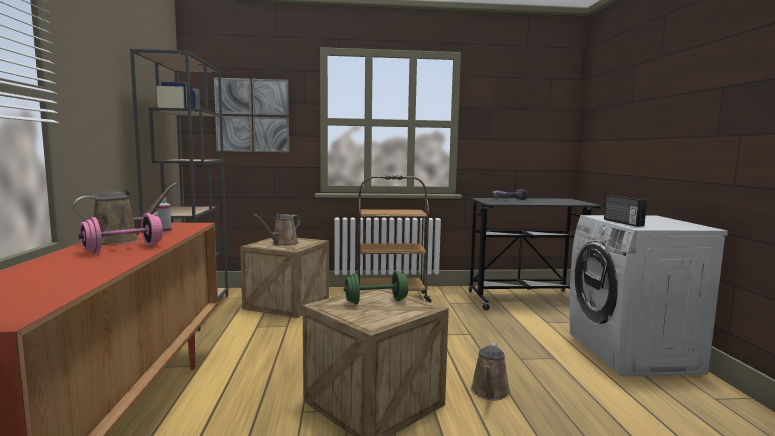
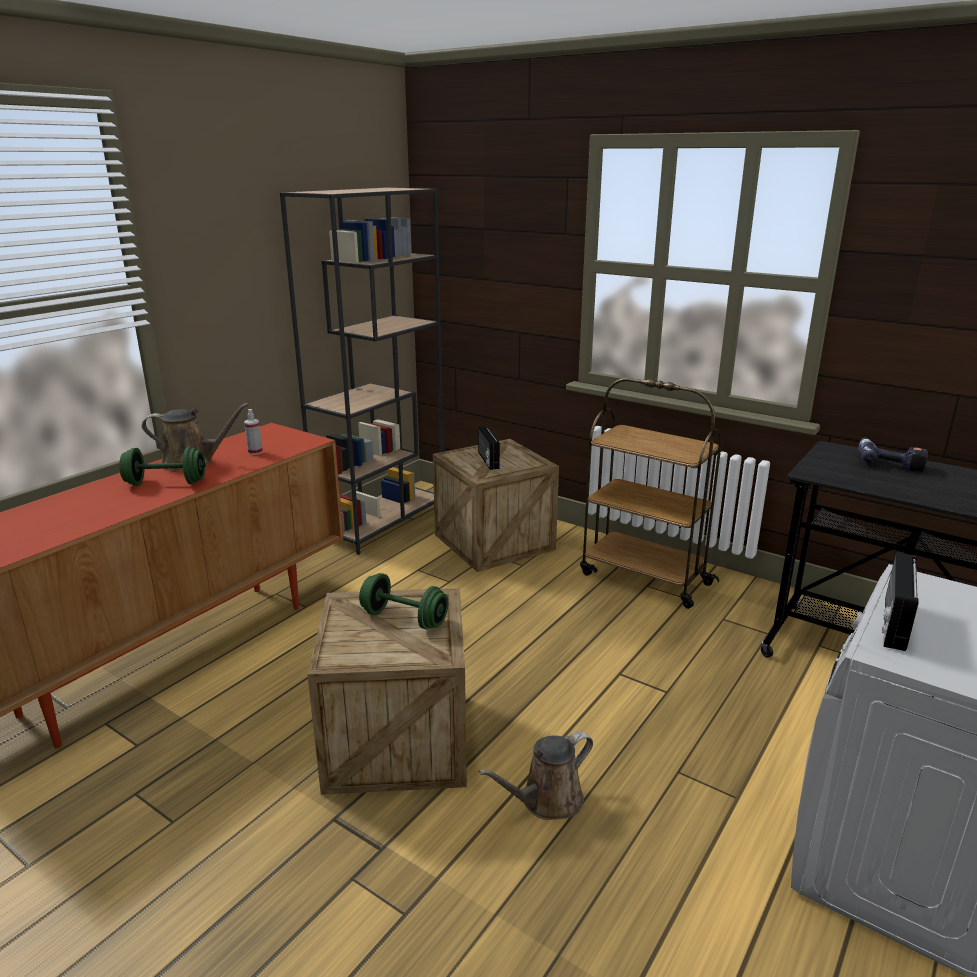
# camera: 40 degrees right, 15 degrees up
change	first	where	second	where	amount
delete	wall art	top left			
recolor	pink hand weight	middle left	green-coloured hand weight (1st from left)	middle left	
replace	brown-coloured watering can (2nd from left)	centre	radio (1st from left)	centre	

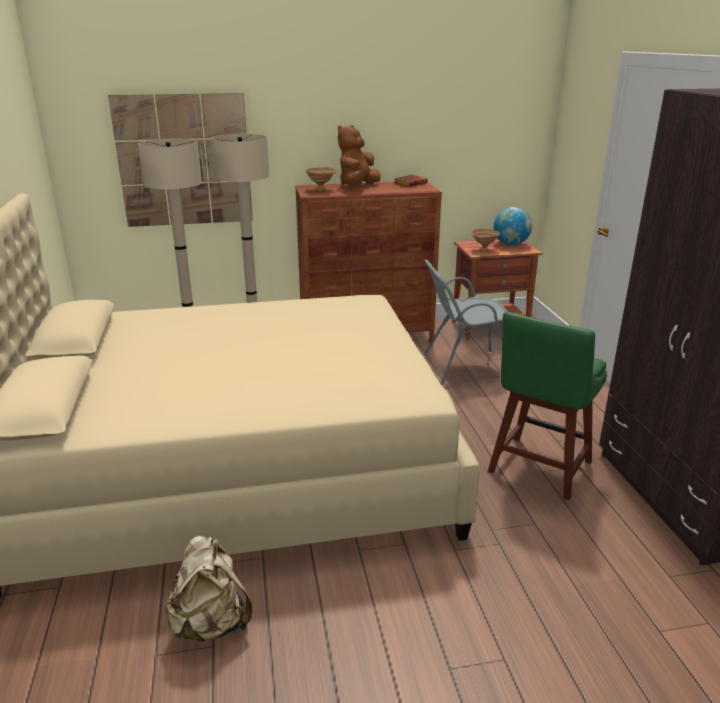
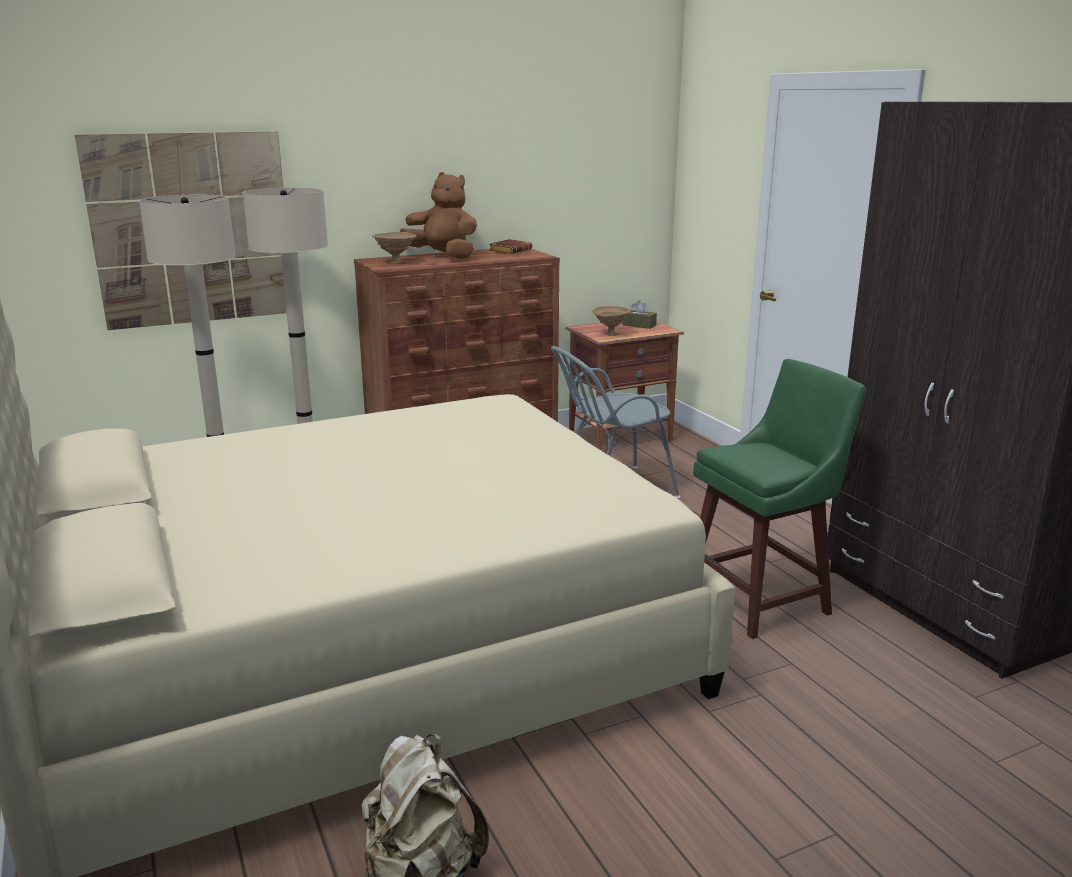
# camera: 15 degrees left, 5 degrees down
change	first	where	second	where	amount
rotate	brown-coloured cuddly toy	top centre		top centre	105 degrees clockwise
replace	world globe	top right	brown-coloured tissue holder	centre	
rotate	green-coloured chair	middle right		middle right	135 degrees counterclockwise

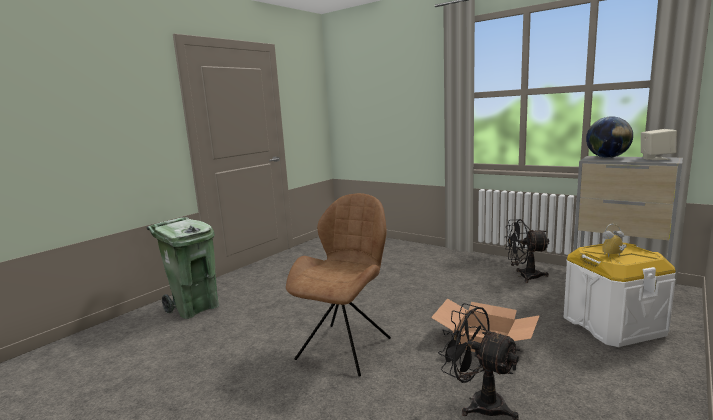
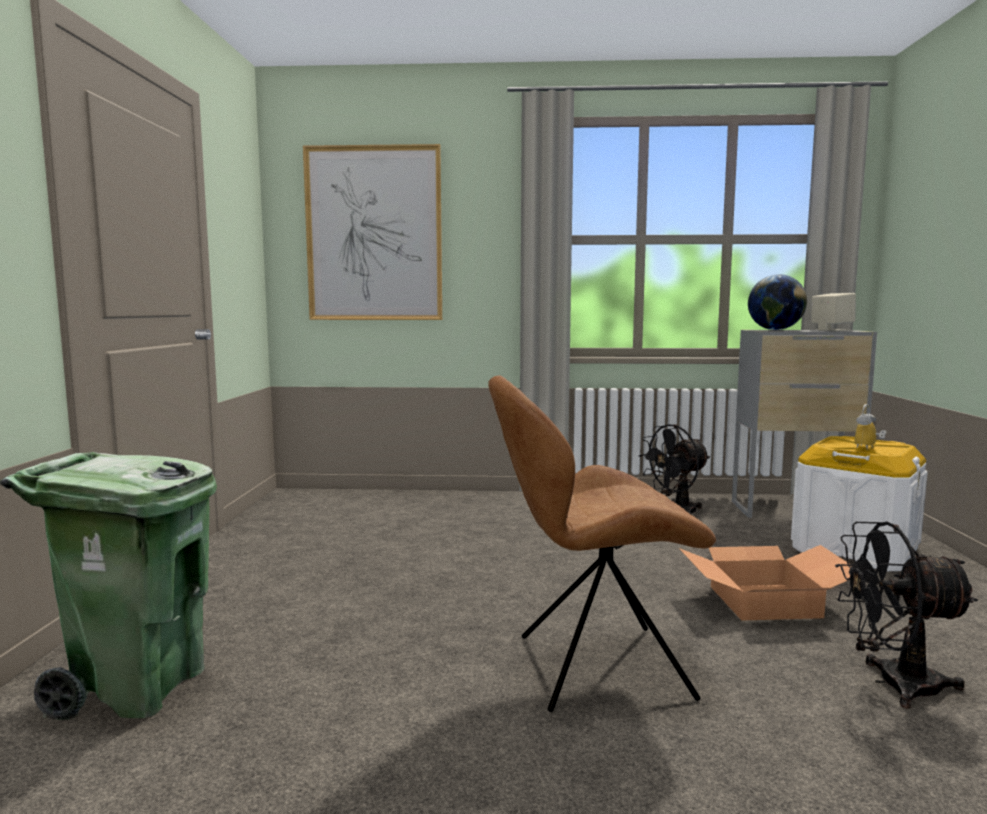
# camera: 35 degrees left, 5 degrees down
change	first	where	second	where	amount
rotate	brown-coloured chair	bottom centre		bottom centre	90 degrees counterclockwise
insert			wall art	top centre	

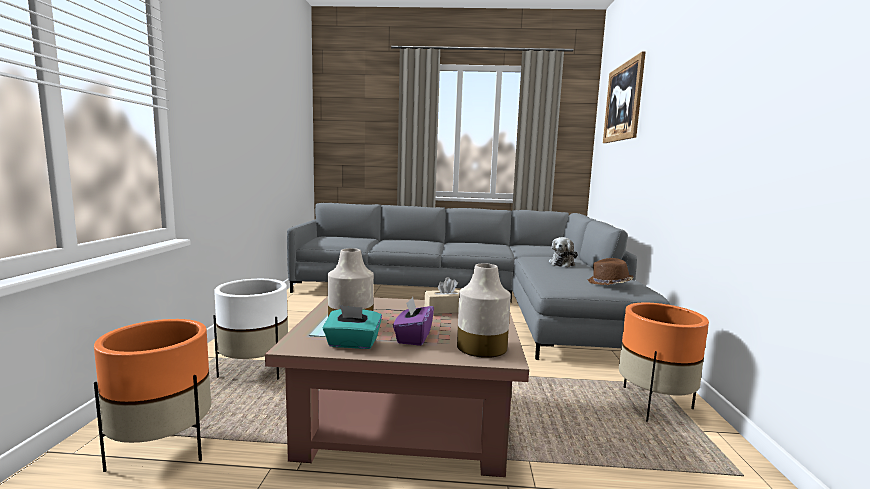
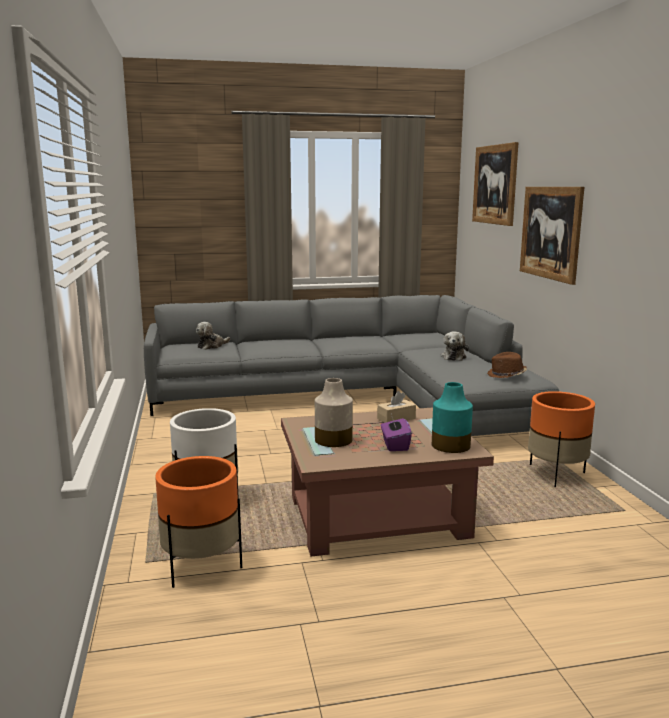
# camera: 15 degrees left, 5 degrees up
change	first	where	second	where	amount
recolor	beige vase (2nd from left)	centre	blue-green vase	middle right	
delete	blue-green tissue holder	bottom centre			
insert			wall art (2nd from left)	top right	
insert			cuddly toy (1st from left)	middle left	

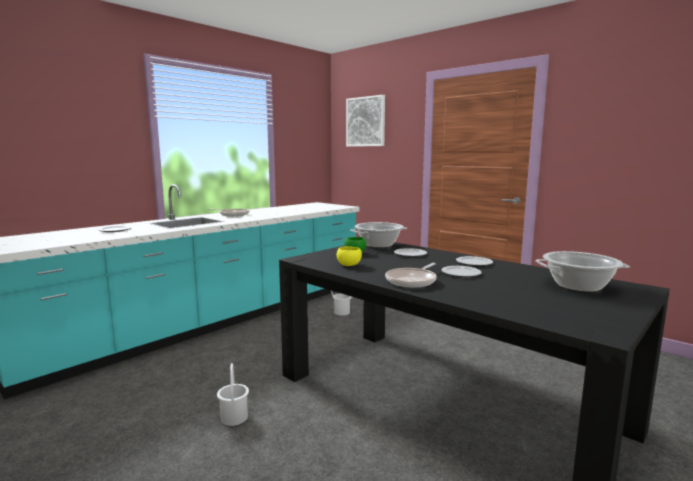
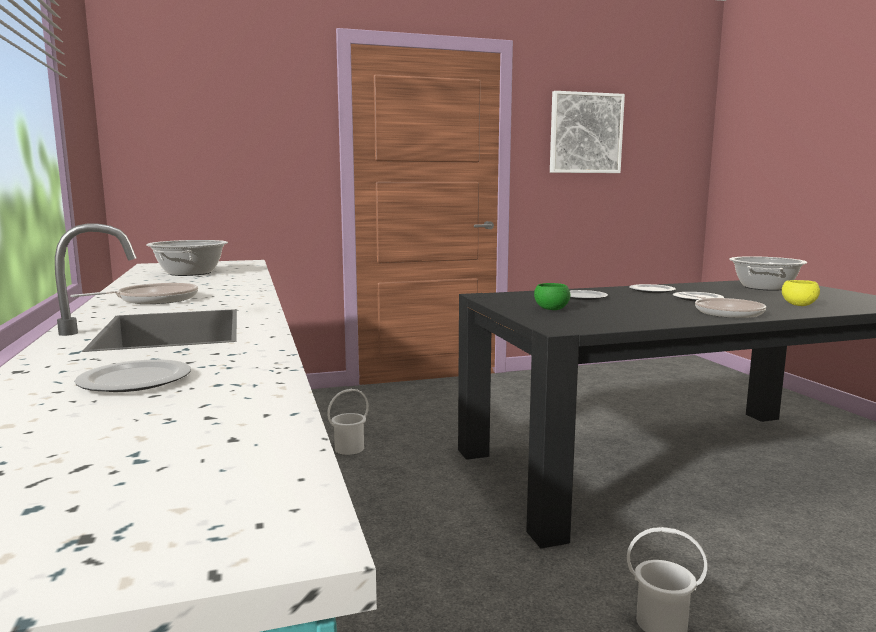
# camera: 60 degrees left, 0 degrees up
change	first	where	second	where	amount
move	wall art	top centre		top right	
move	stockpot (1st from left)	centre		middle left	
move	yellow-coloured serving bowl	centre		middle right	

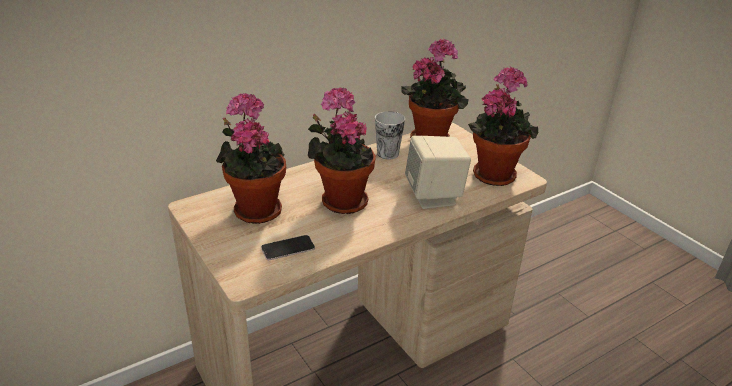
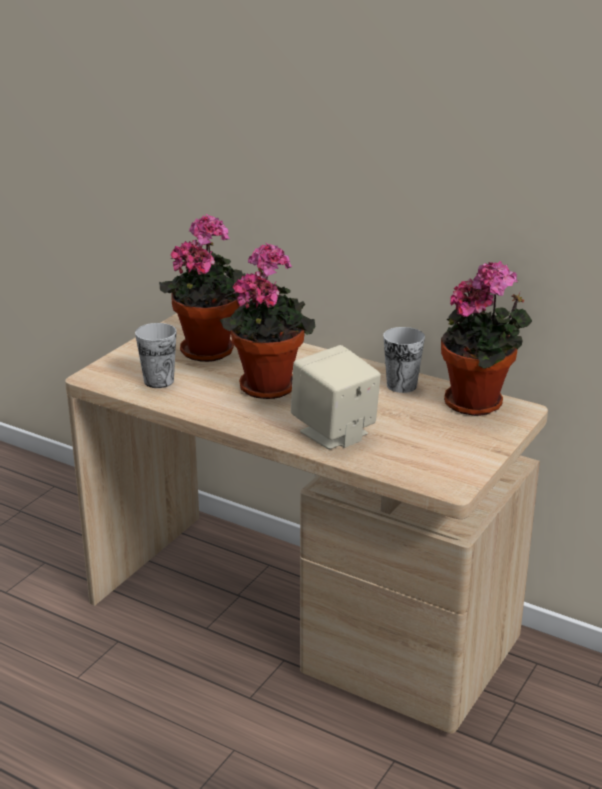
# camera: 65 degrees right, 5 degrees down
change	first	where	second	where	amount
delete	plant in a pot (4th from left)	top right			
replace	telephone	centre	drinking cup (1st from left)	middle left	

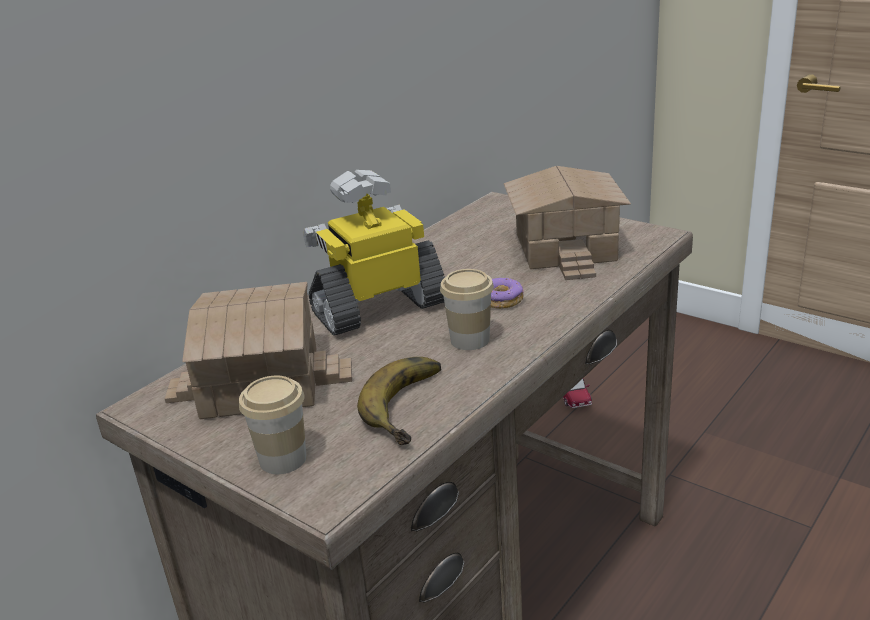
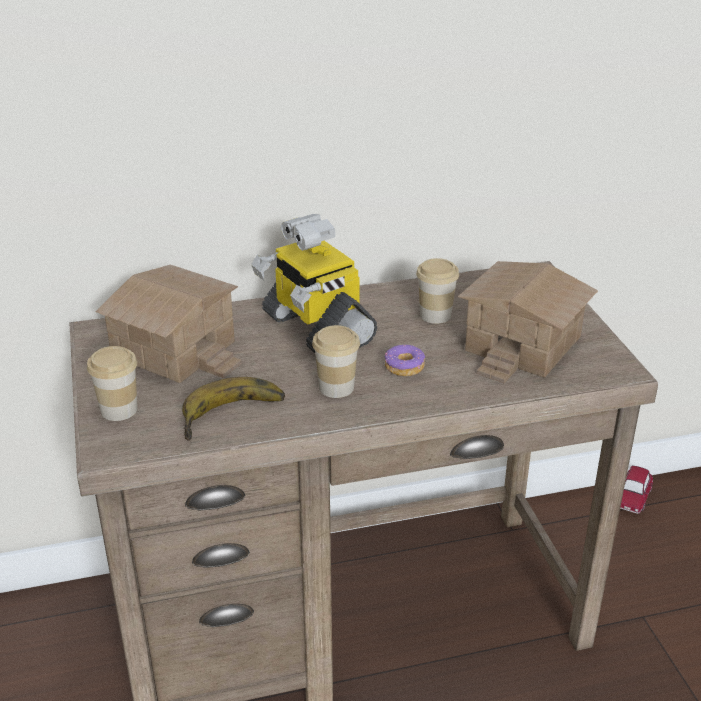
# camera: 35 degrees right, 5 degrees up
change	first	where	second	where	amount
rotate	toy robot	centre		centre	135 degrees counterclockwise
insert			drinking cup (3rd from left)	centre	

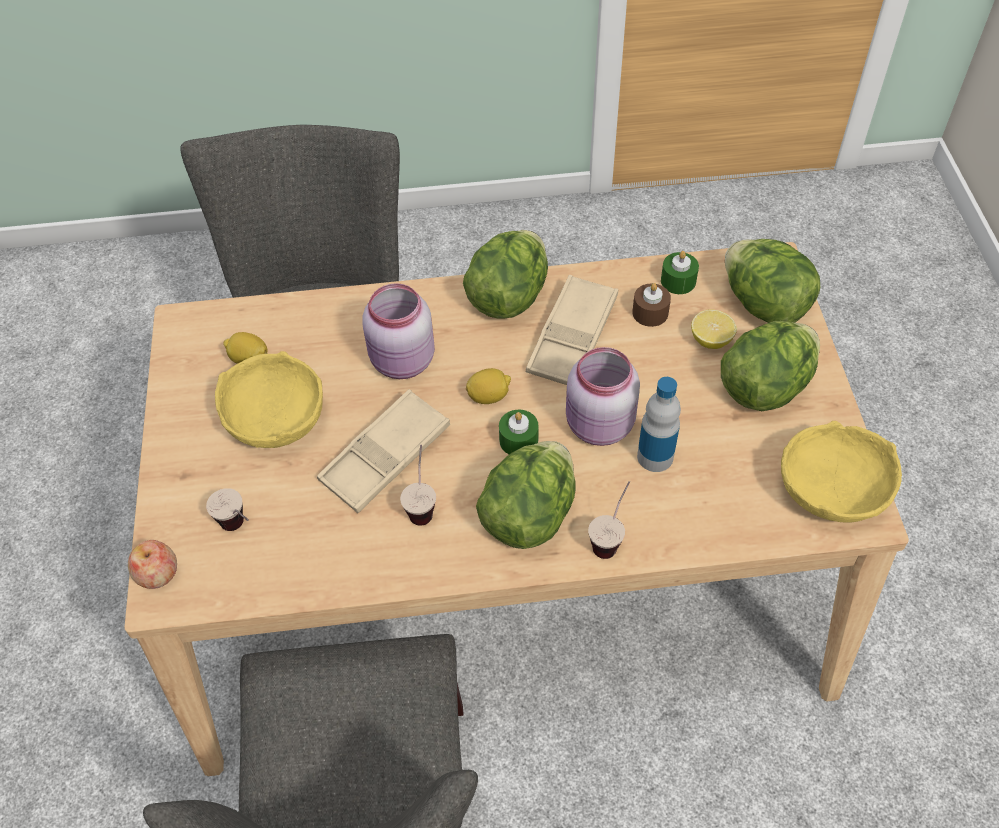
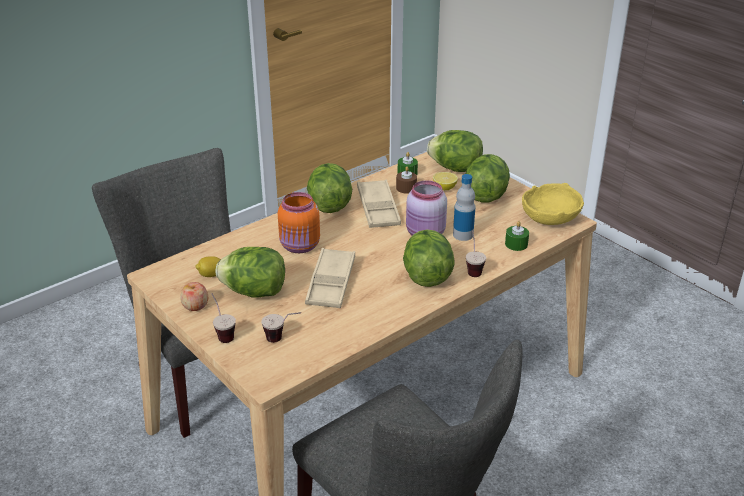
# camera: 35 degrees left, 20 degrees down
change	first	where	second	where	amount
recolor	pink preserve jar (1st from left)	centre	orangey preserve jar	centre	
replace	yellow-coloured serving bowl (1st from left)	middle left	lettuce (1st from left)	centre	
delete	whole lemon (2nd from left)	centre			
move	green-coloured wax light (1st from left in the first image)	centre	green-coloured wax light (2nd from left)	middle right	
move	drinking cup (2nd from left in the first image)	centre	drinking cup (1st from left)	middle left	
move	apple	bottom left		middle left	

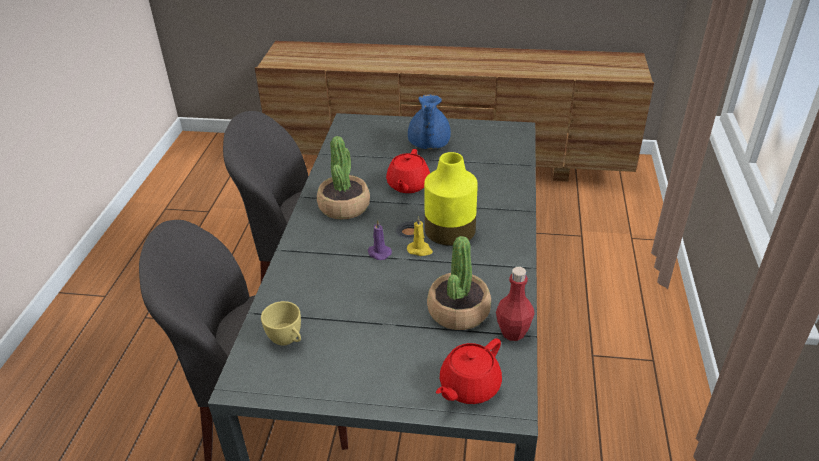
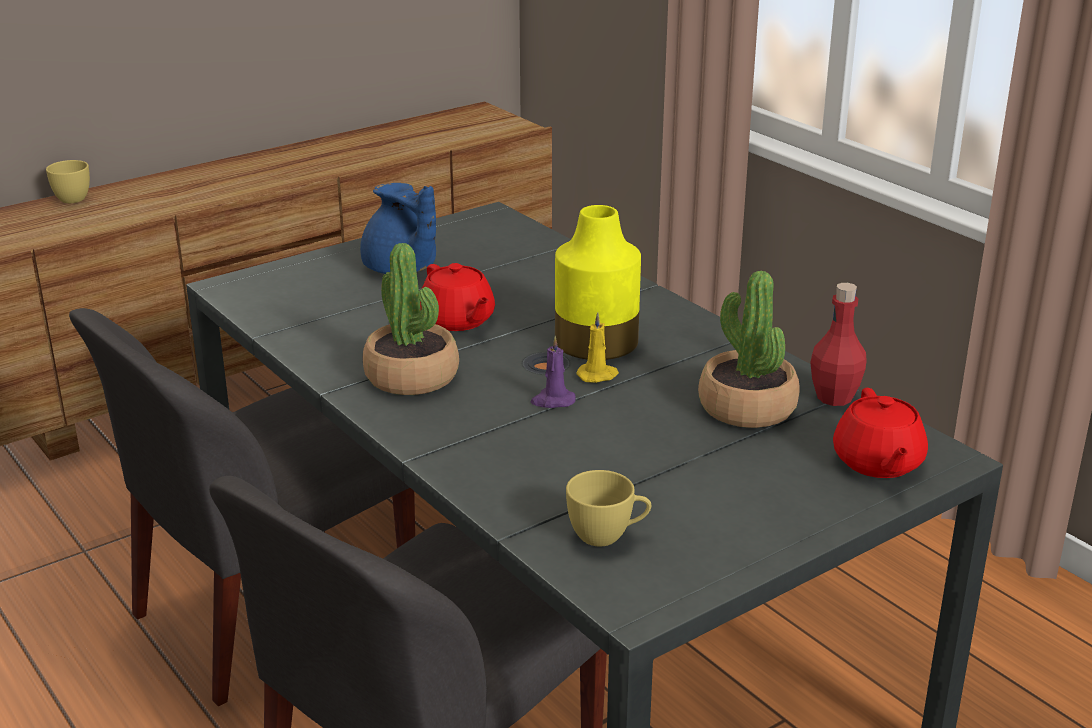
# camera: 45 degrees left, 10 degrees down
change	first	where	second	where	amount
insert			yellow-coloured drinking cup (1st from left)	top left	

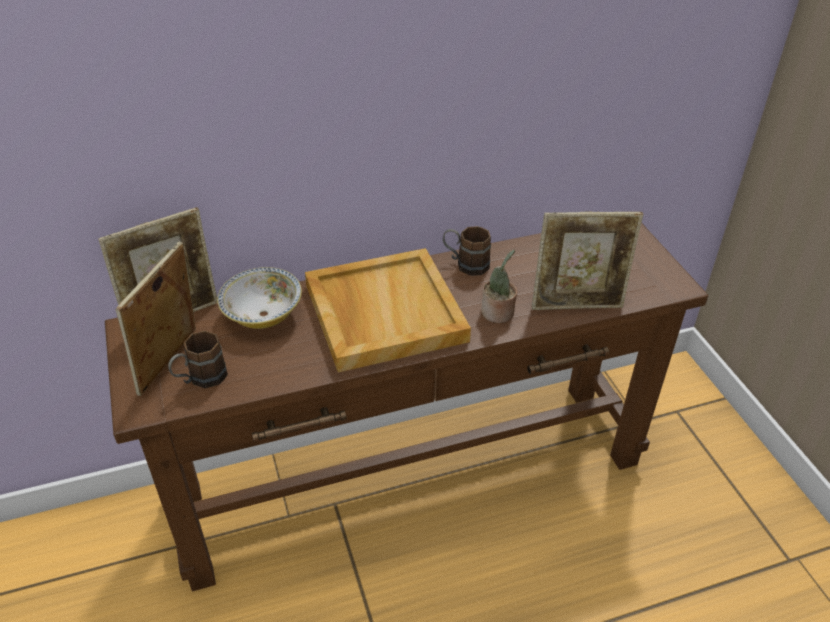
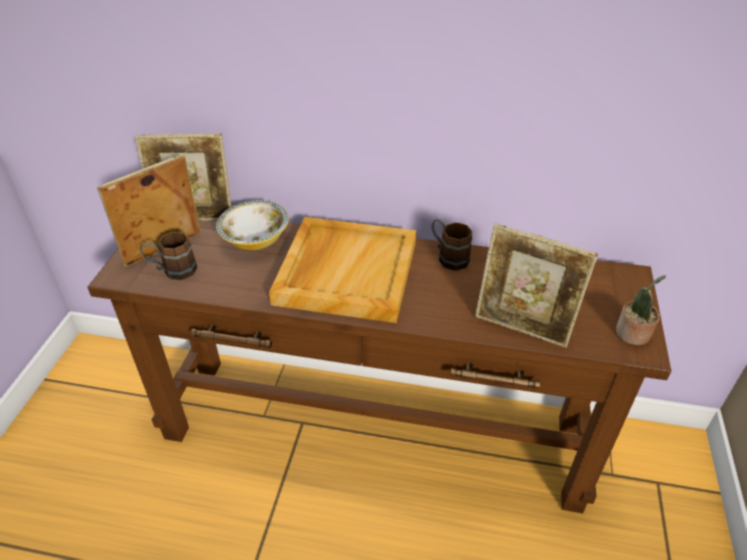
# camera: 30 degrees right, 0 degrees up
change	first	where	second	where	amount
move	plant in a pot	centre		middle right	

